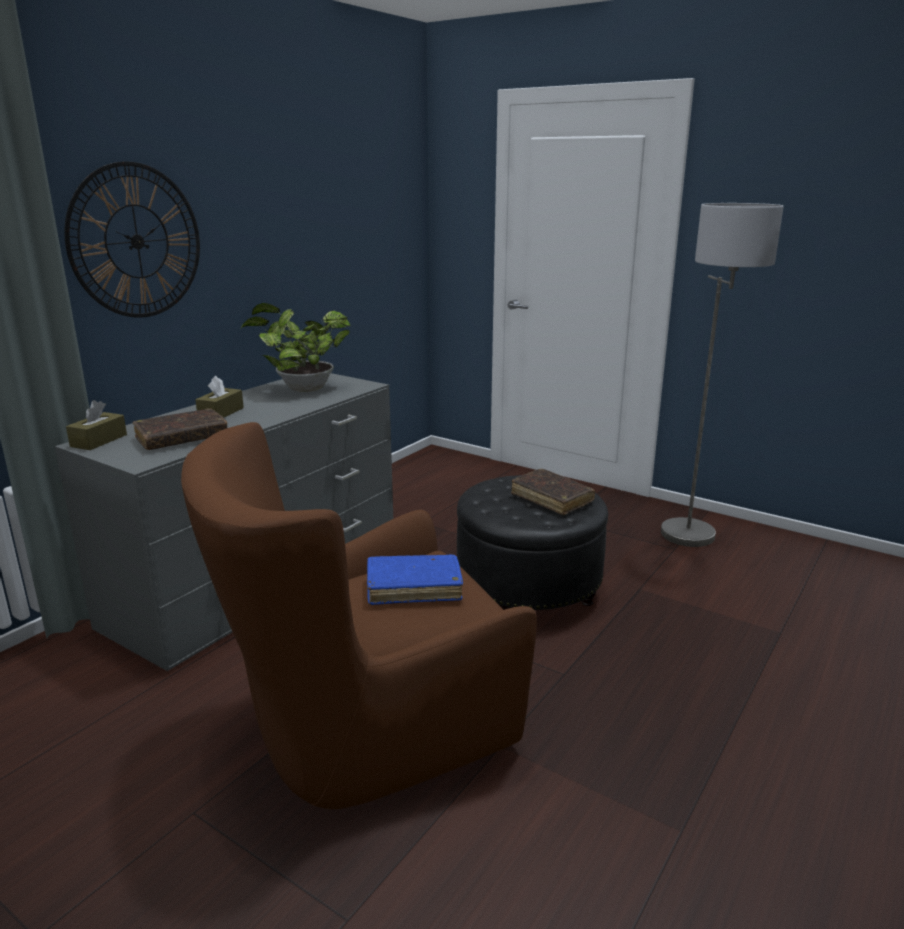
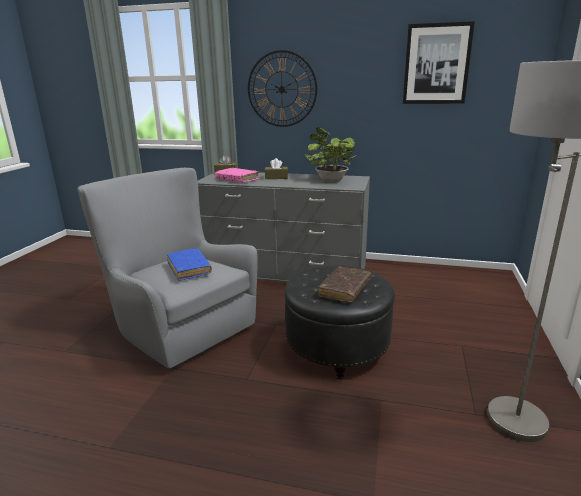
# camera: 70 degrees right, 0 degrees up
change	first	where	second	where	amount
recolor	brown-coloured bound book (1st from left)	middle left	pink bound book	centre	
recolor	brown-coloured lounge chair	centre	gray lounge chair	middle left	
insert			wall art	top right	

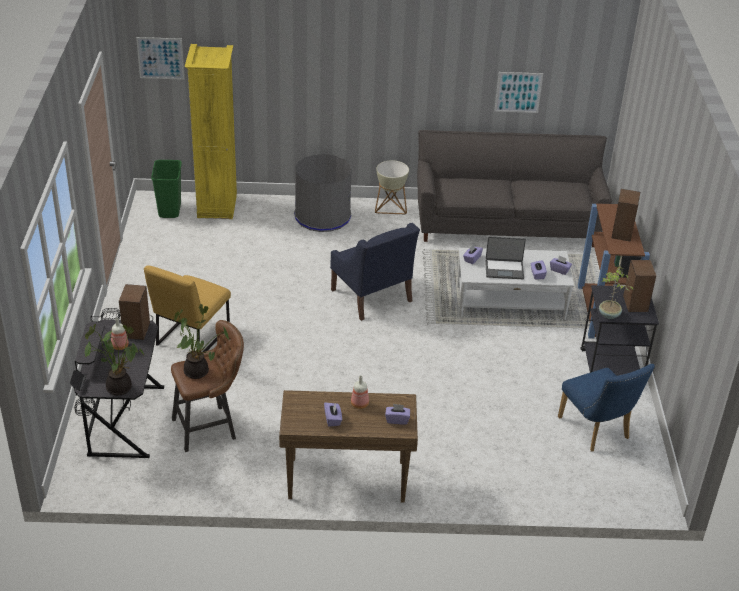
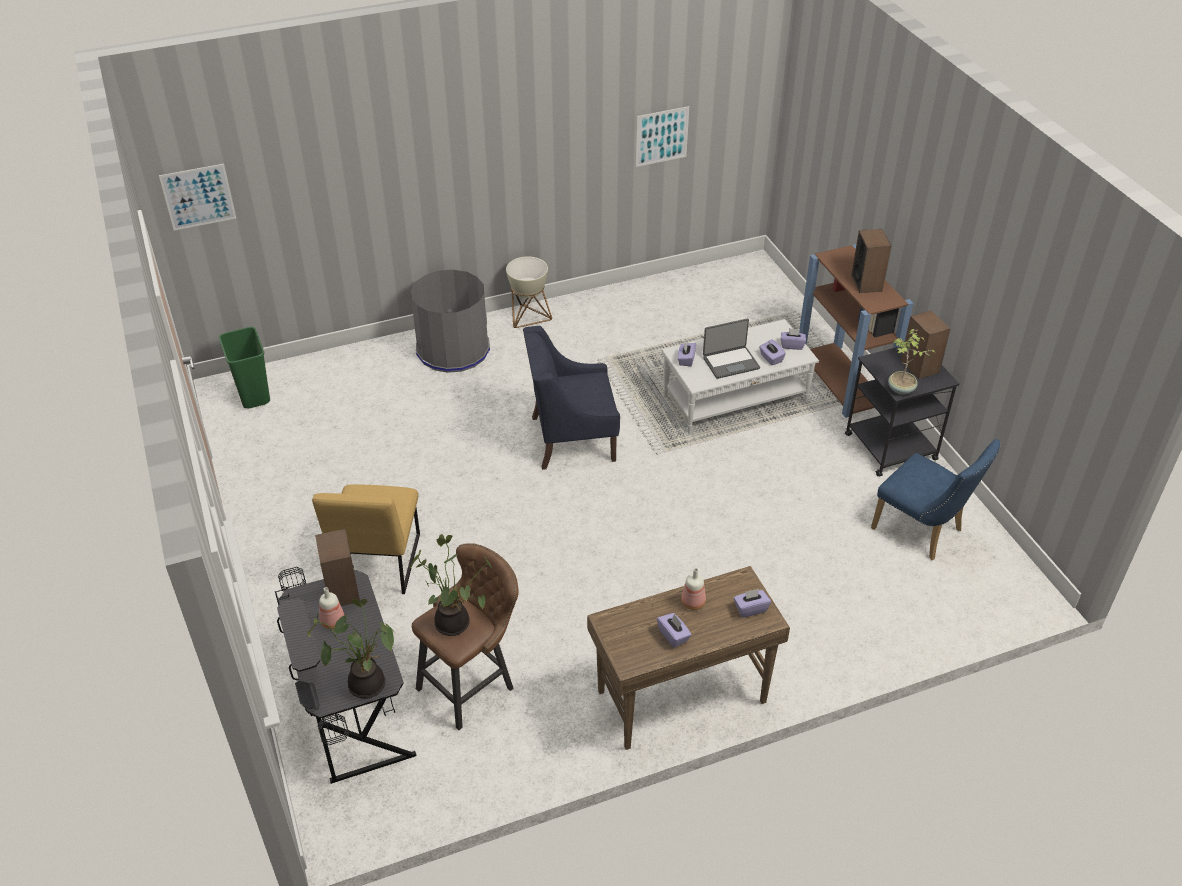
# camera: 20 degrees left, 5 degrees up
change	first	where	second	where	amount
delete	yellow-coloured storage cabinet	top left			
delete	gray settee	top right			
rotate	blue lounge chair	centre		centre	135 degrees clockwise

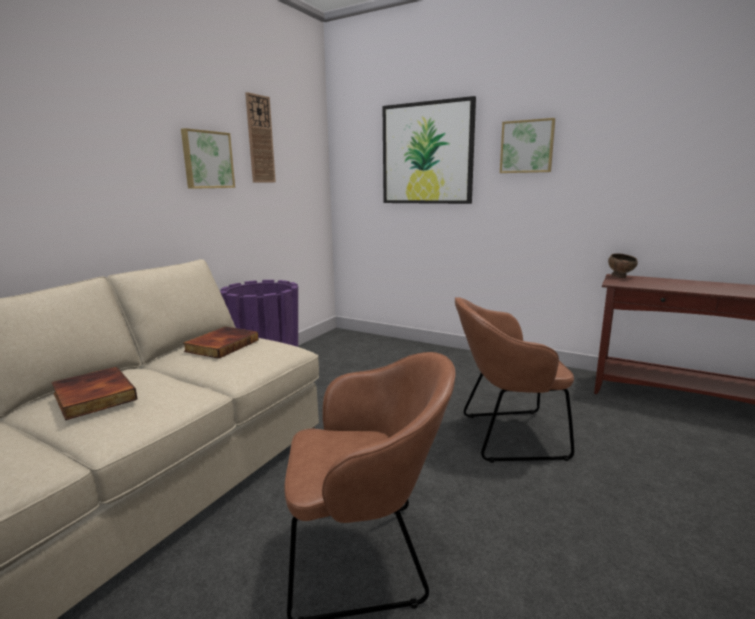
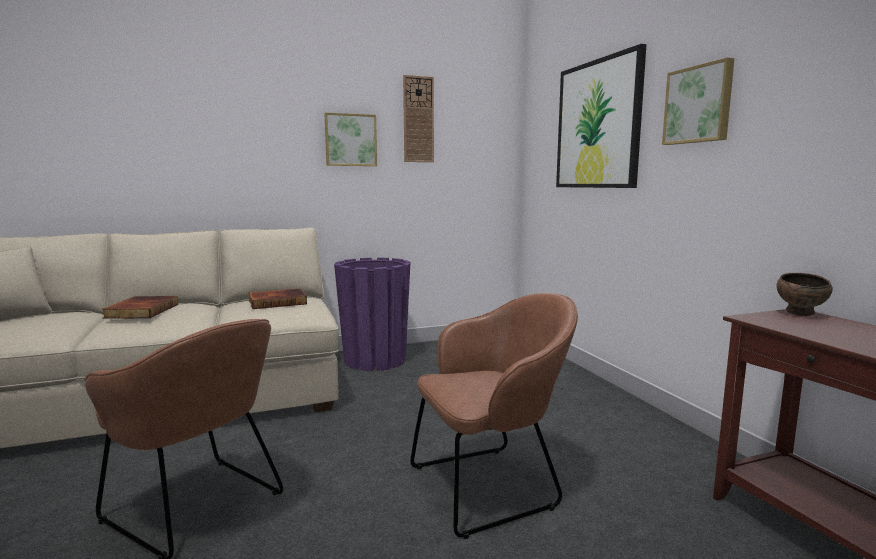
# camera: 40 degrees right, 5 degrees down
change	first	where	second	where	amount
rotate	brown-coloured lounge chair (2nd from left)	middle right		bottom centre	120 degrees clockwise

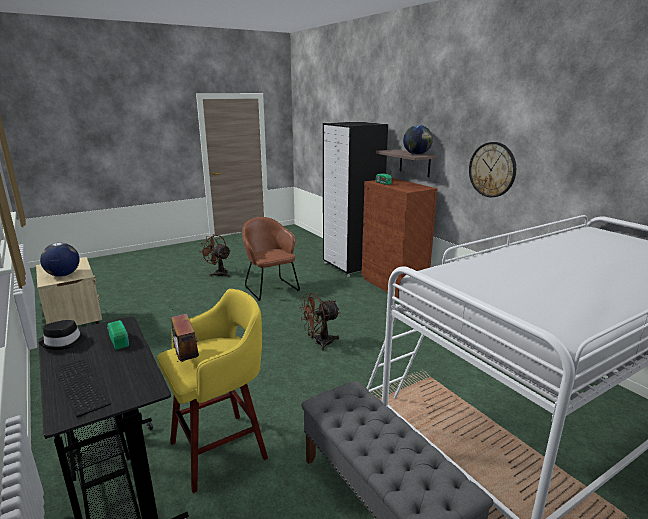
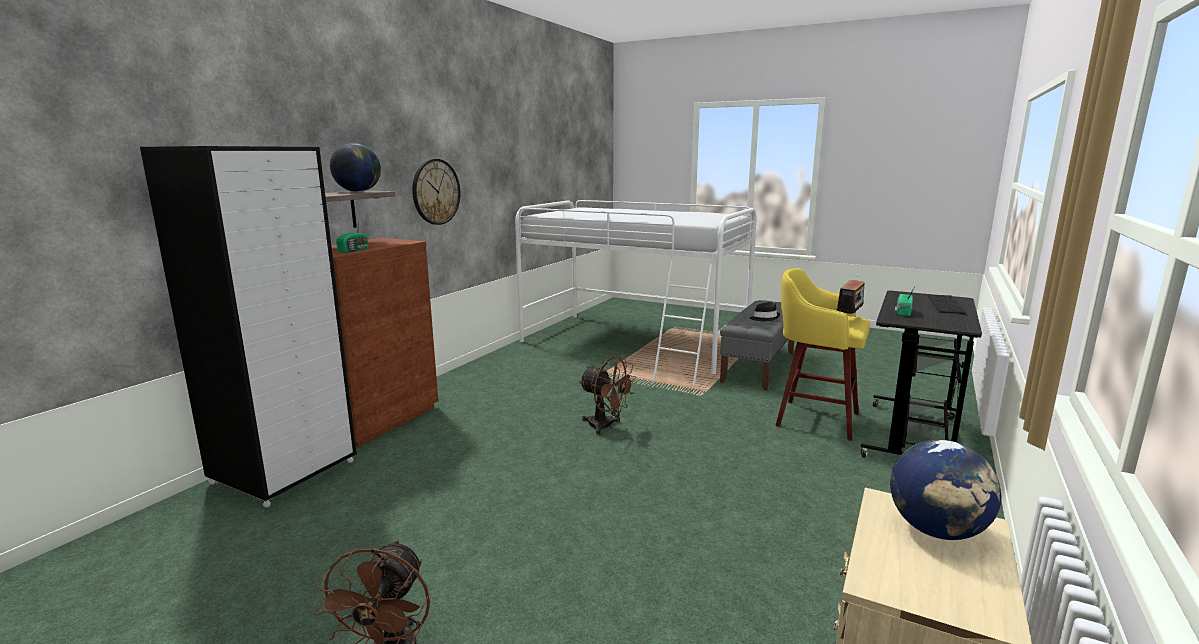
# camera: 120 degrees left, 5 degrees down
change	first	where	second	where	amount
delete	brown-coloured lounge chair	centre			
move	black-coloured clothing hat	middle left		centre	

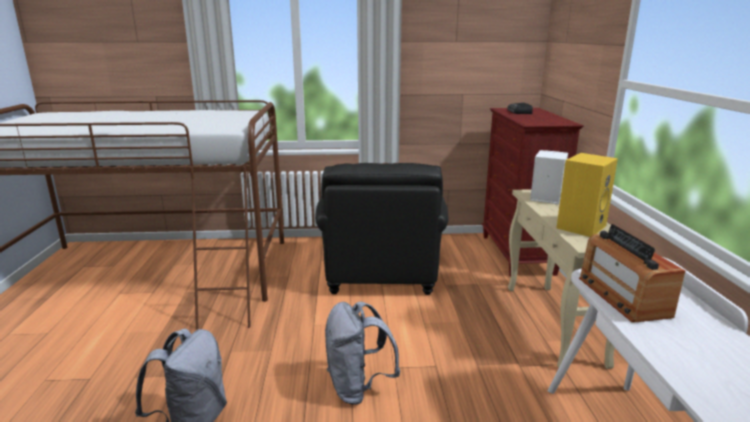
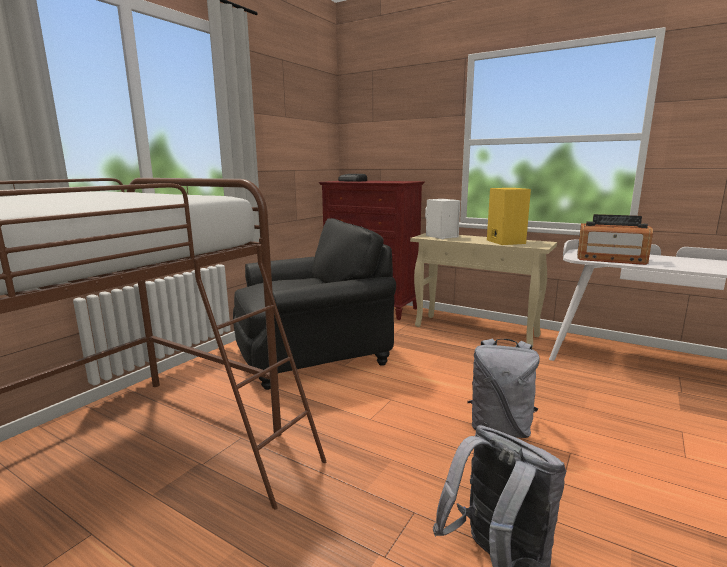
# camera: 55 degrees left, 5 degrees down
change	first	where	second	where	amount
rotate	black-coloured lounge chair	centre		centre	60 degrees counterclockwise

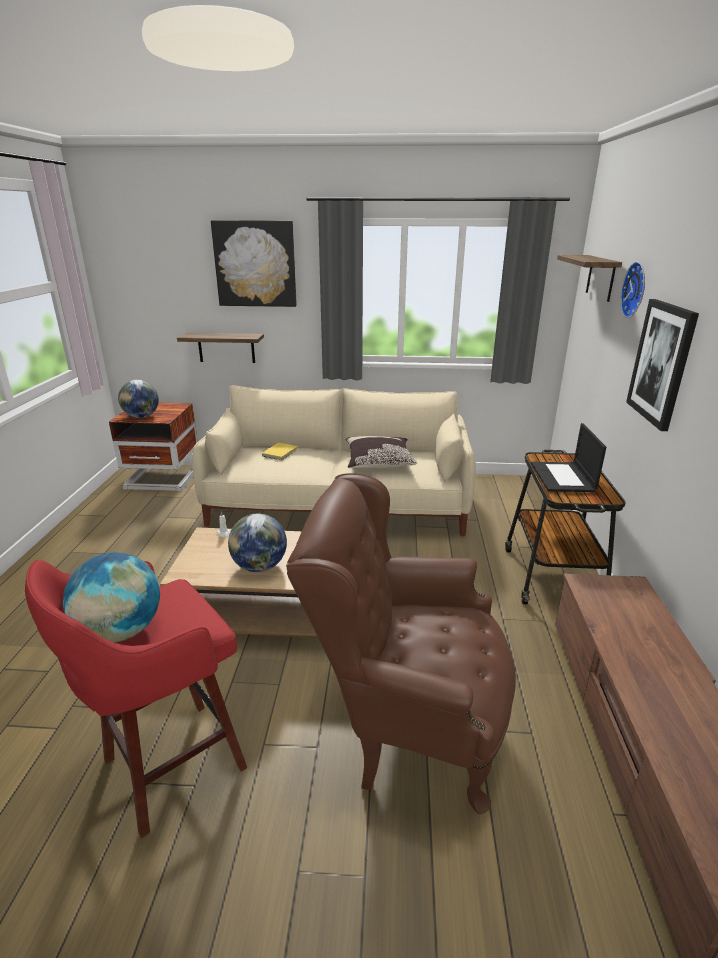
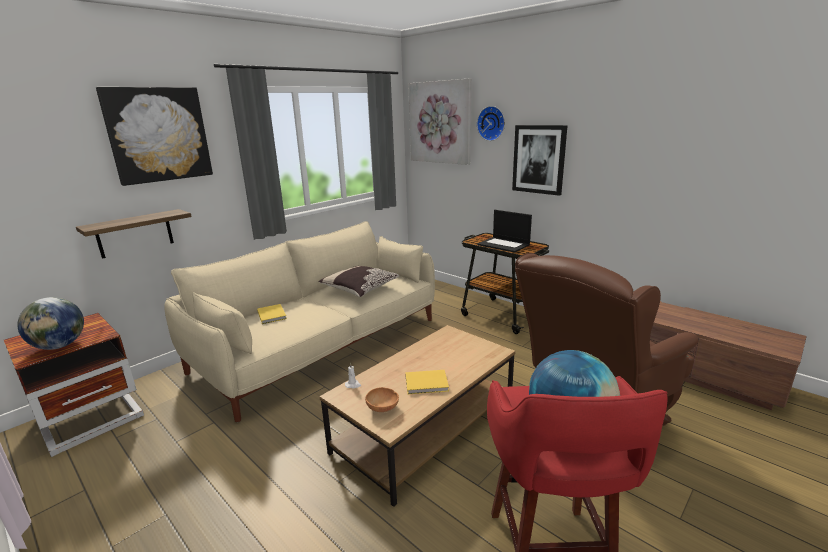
# camera: 50 degrees left, 5 degrees down
change	first	where	second	where	amount
replace	wall shelf (2nd from left)	top right	wall art (2nd from left)	top centre	
replace	world globe (3rd from left)	centre	yellow-coloured bound book (2nd from left)	bottom centre	
insert			brown-coloured serving bowl	bottom centre	

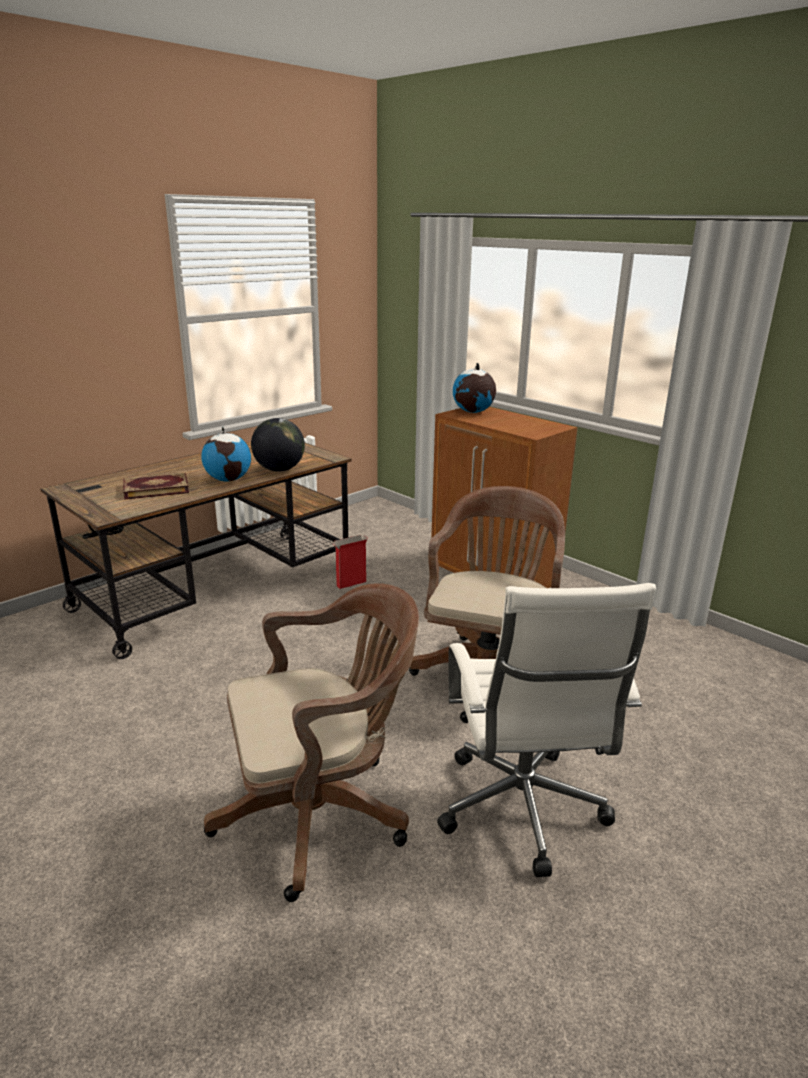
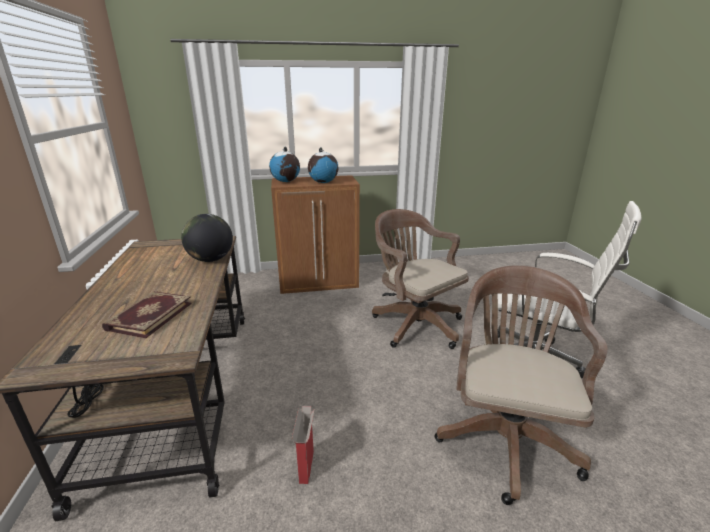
# camera: 55 degrees left, 0 degrees up
change	first	where	second	where	amount
move	world globe (1st from left in the first image)	middle left	world globe (3rd from left)	top centre	
move	packing box	centre		bottom centre	

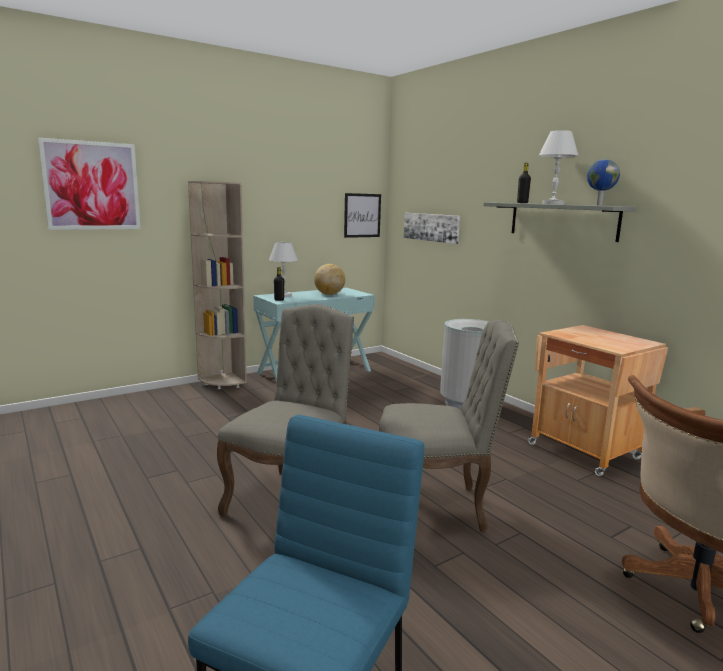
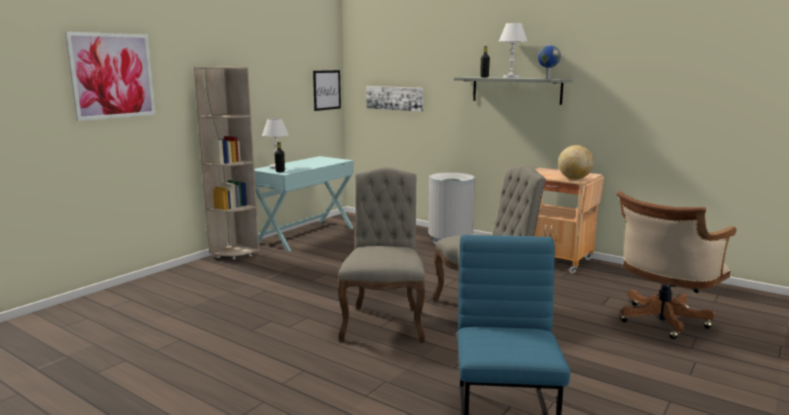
# camera: 20 degrees left, 0 degrees up
change	first	where	second	where	amount
move	world globe (1st from left in the first image)	centre	world globe (2nd from left)	middle right	

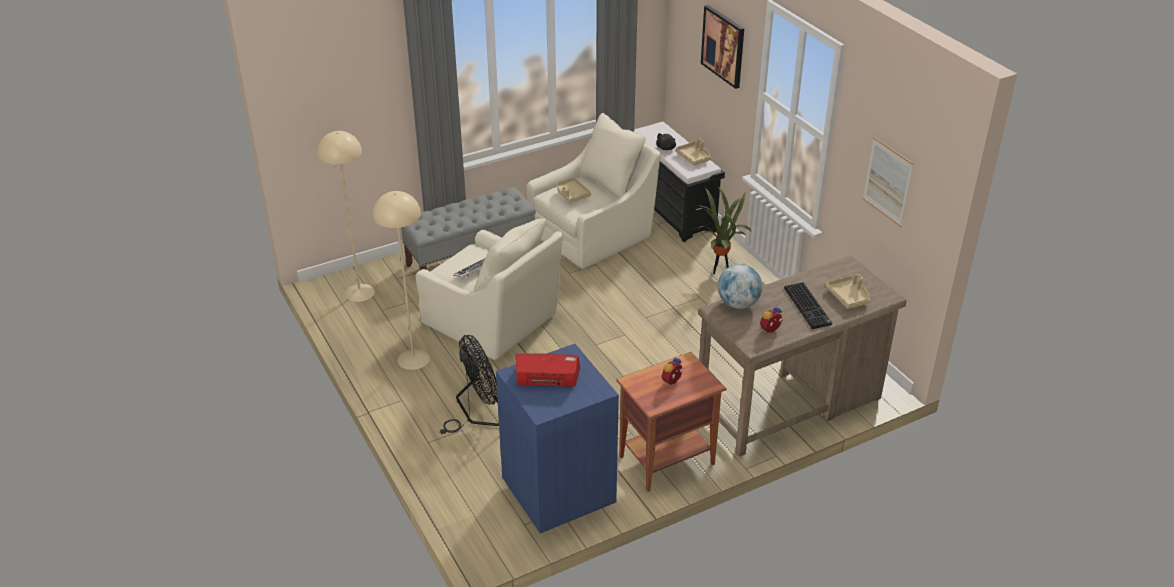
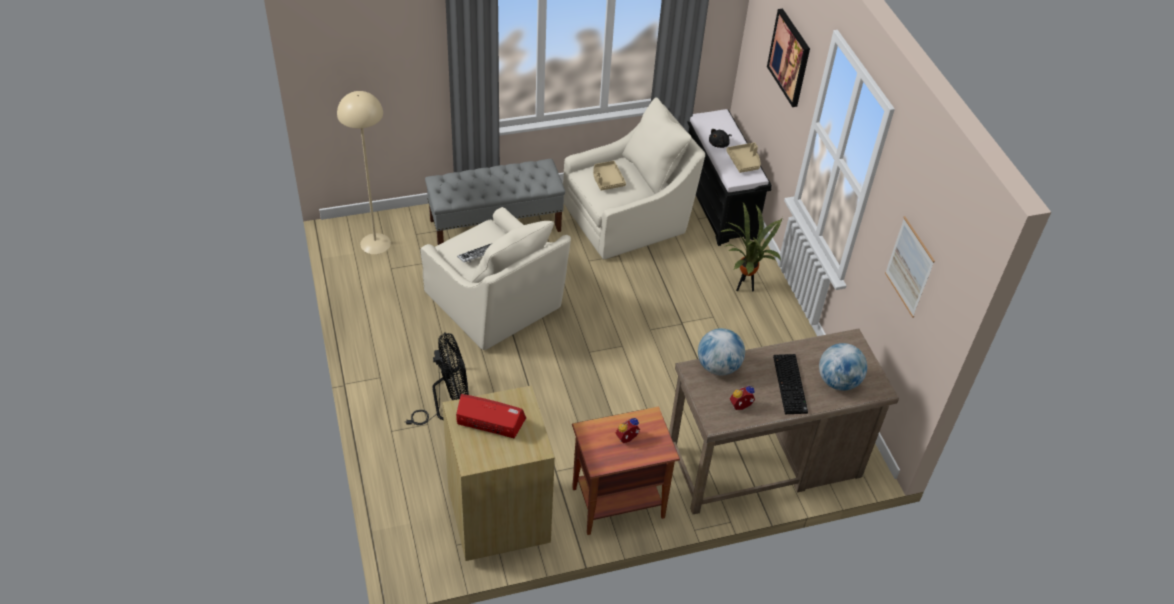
# camera: 10 degrees right, 10 degrees up
change	first	where	second	where	amount
delete	beige floor lamp (2nd from left)	centre			
replace	beige serving tray (3rd from left)	middle right	world globe (2nd from left)	middle right	
recolor	blue drawer chest	bottom centre	brown-coloured drawer chest	bottom centre	

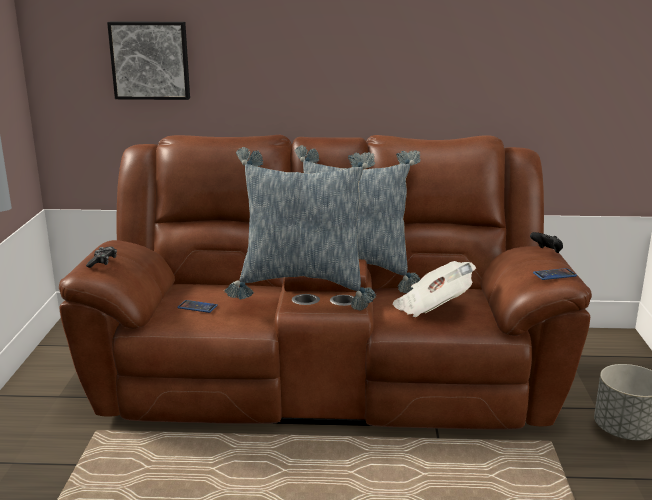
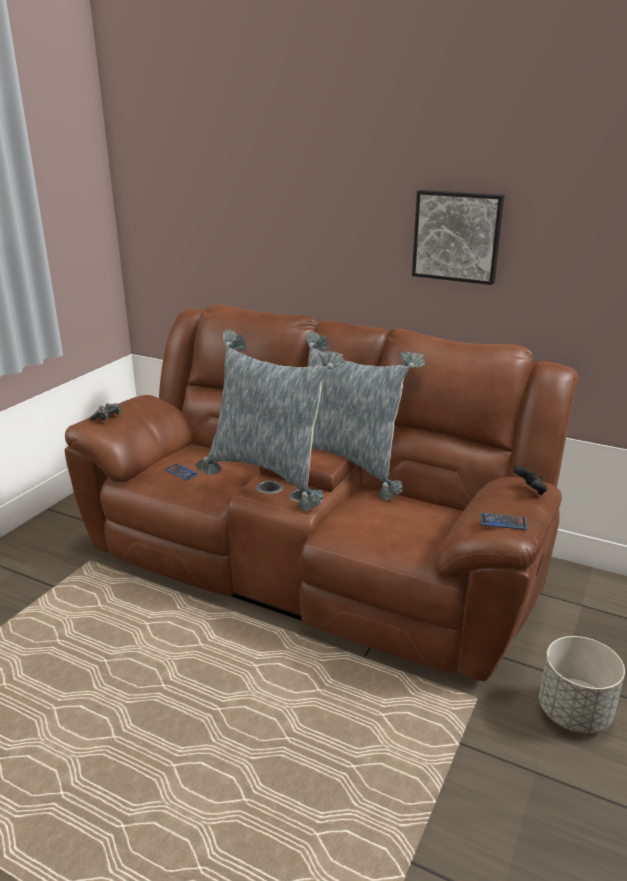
# camera: 25 degrees right, 5 degrees up
change	first	where	second	where	amount
move	wall art	top left		top right	
delete	daily paper	centre			

